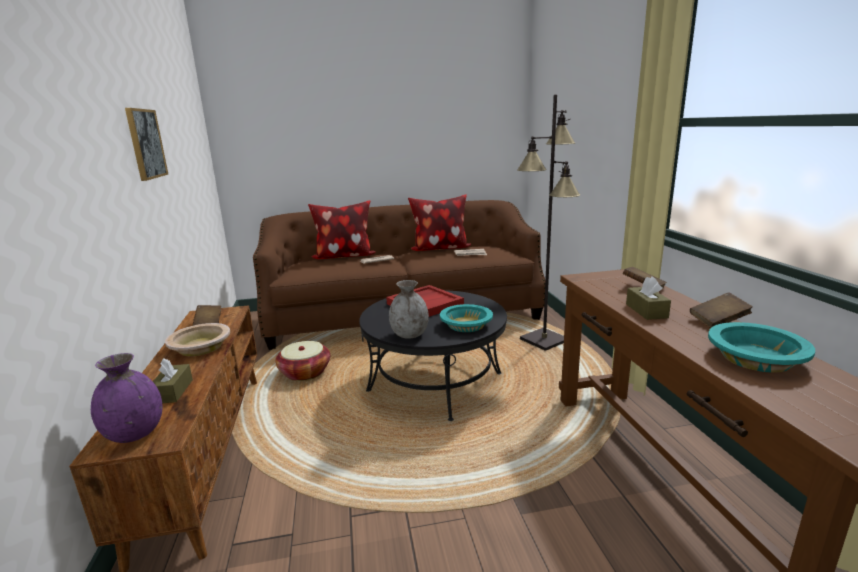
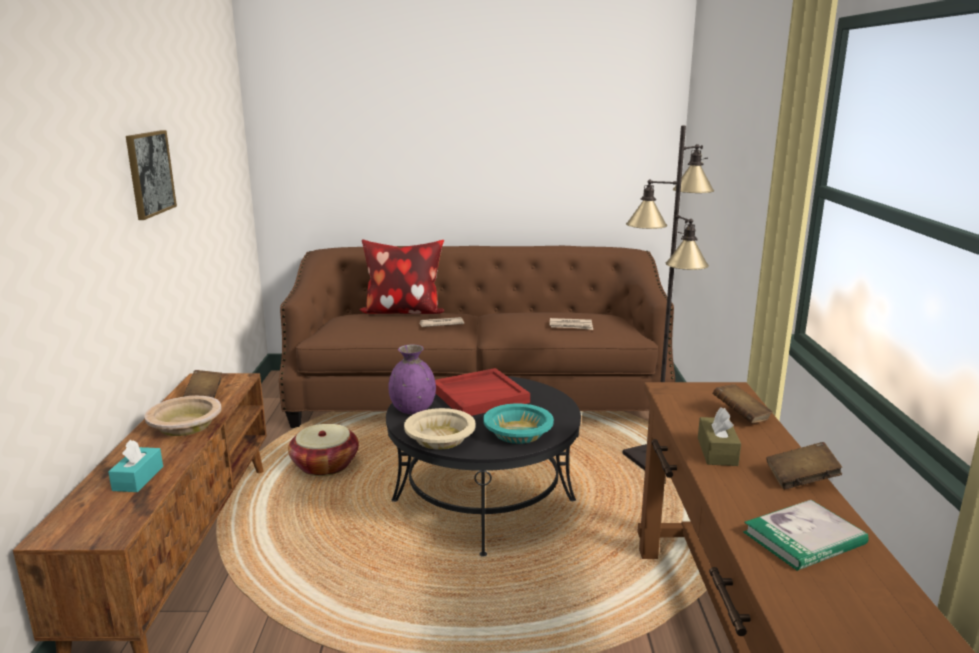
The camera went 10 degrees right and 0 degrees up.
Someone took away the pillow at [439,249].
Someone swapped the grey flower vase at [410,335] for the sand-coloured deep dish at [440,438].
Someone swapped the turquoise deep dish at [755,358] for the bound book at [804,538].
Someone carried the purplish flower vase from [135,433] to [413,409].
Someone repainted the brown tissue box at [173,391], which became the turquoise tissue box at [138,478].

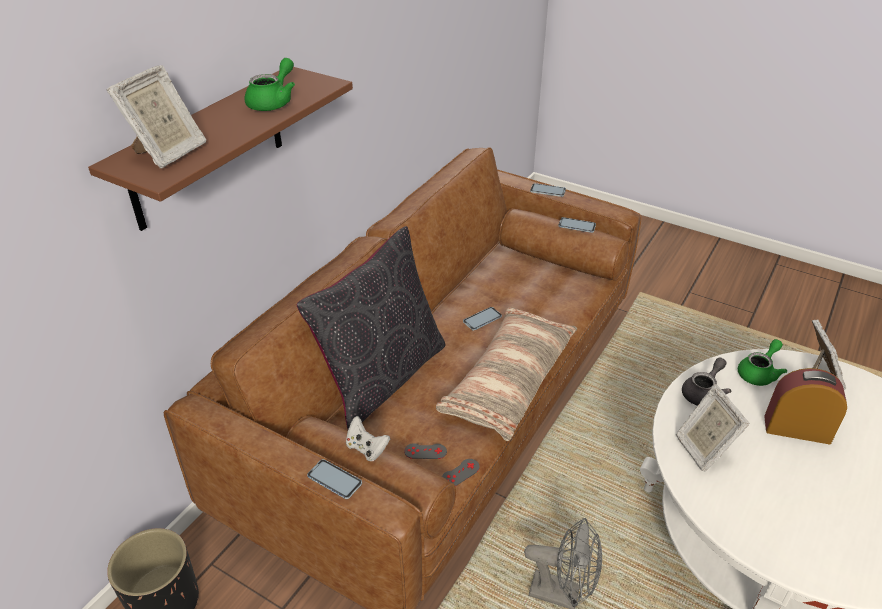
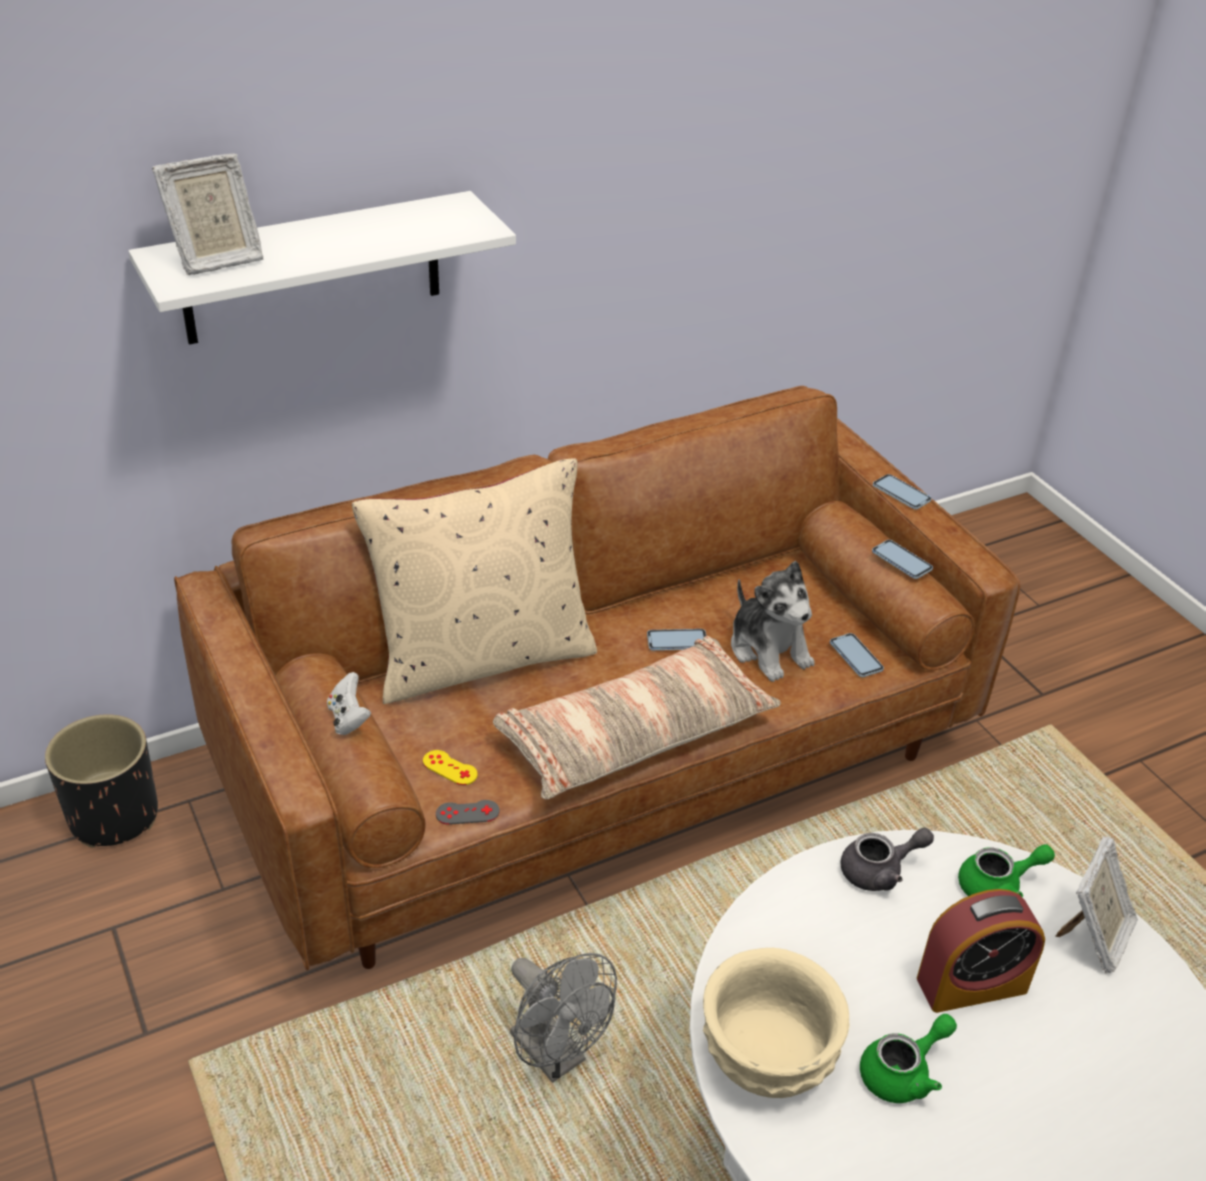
The camera went 30 degrees right and 0 degrees up.
Someone carried the green tea pot from [273,102] to [903,1073].
Someone repainted the brown shelf at [208,148], which became the white-coloured shelf at [312,268].
Someone repainted the black pillow at [382,376], which became the sand-coloured pillow at [482,657].
Someone rotated the bedside clock at [797,429] by 120 degrees clockwise.
Someone took away the photo frame at [702,449].
Someone repainted the grey game controller at [425,451], which became the yellowish game controller at [450,768].
Someone carried the telephone from [334,480] to [856,656].
Someone put down the cuddly toy at [769,649].
Someone put down the sand-coloured deep dish at [767,1052].

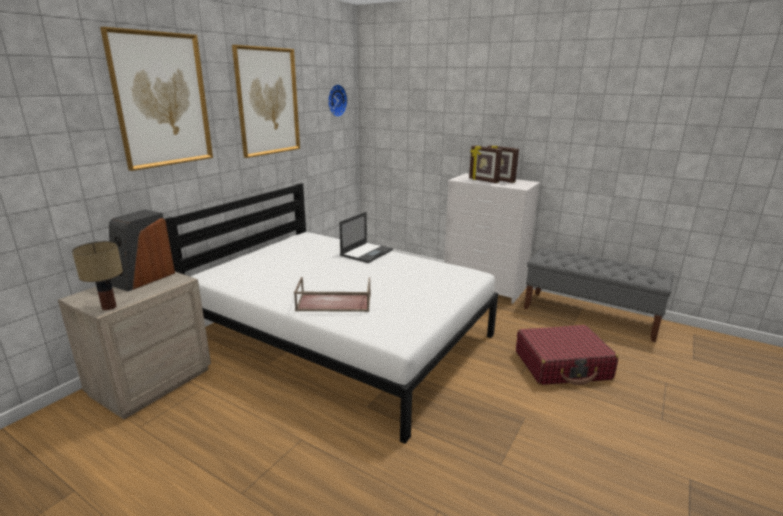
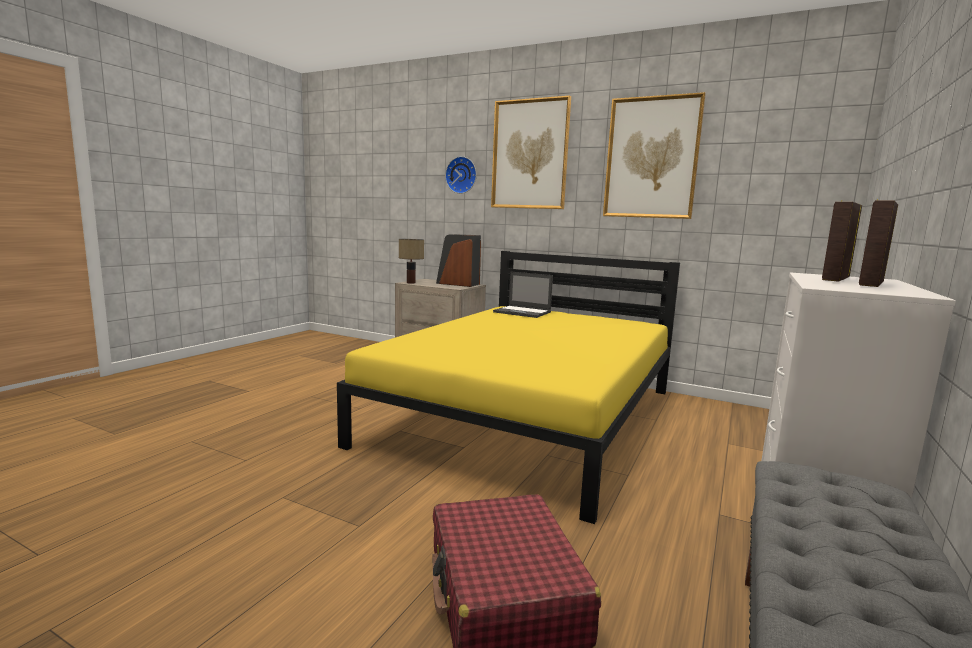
The camera went 85 degrees right and 10 degrees down.
Someone carried the clock on the wall from [335,100] to [462,175].
Someone repainted the white-coloured bedroom bed at [342,337], which became the yellowish bedroom bed at [529,416].
Someone carried the laptop from [367,252] to [523,312].
Someone took away the brown serving tray at [333,303].

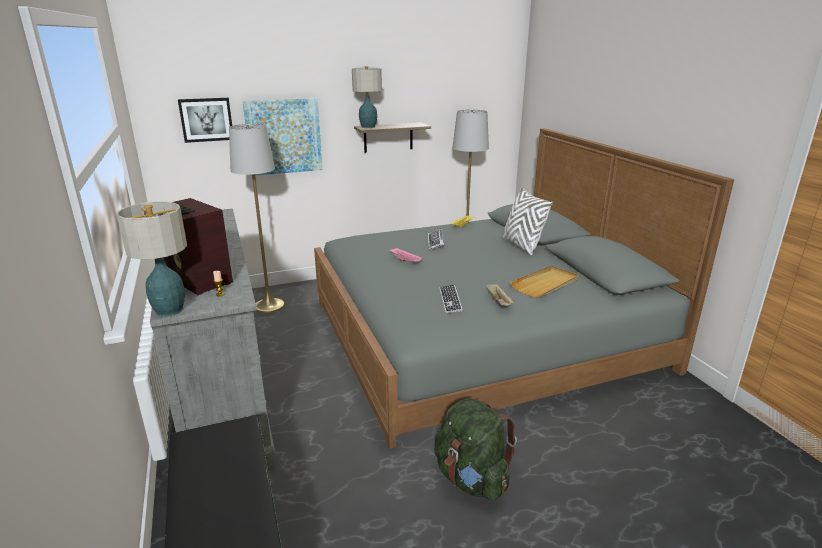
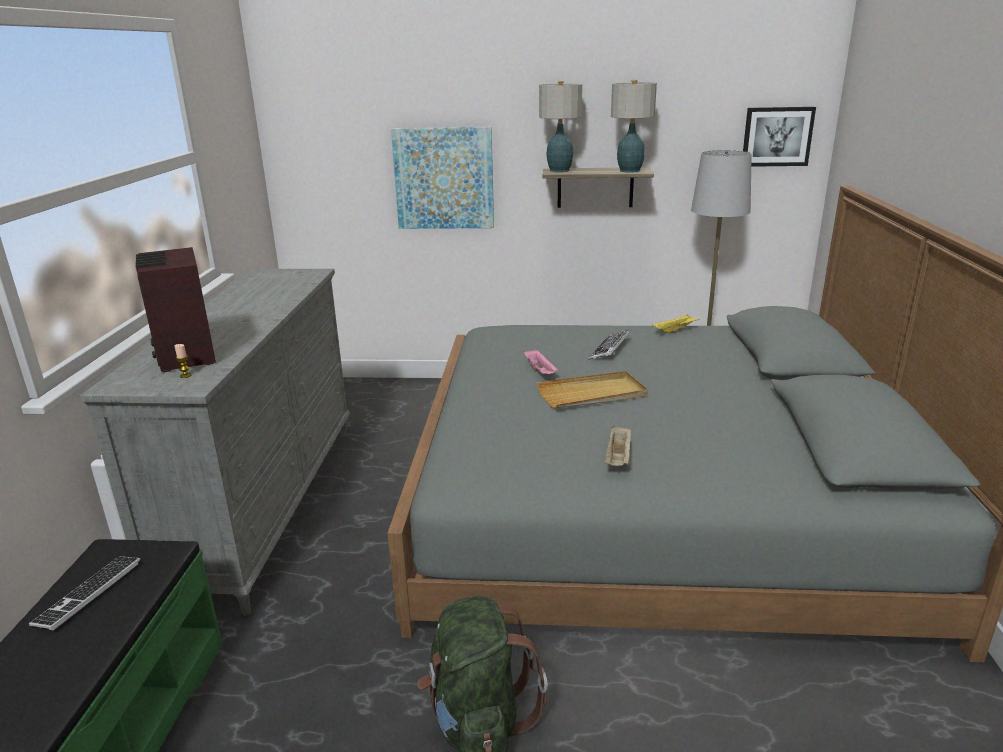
The camera went 25 degrees right and 0 degrees up.
Someone carried the wall picture from [206,119] to [777,136].
Someone took away the grey standard lamp at [269,305].
Someone took away the white-coloured pillow at [522,245].
Someone carried the table lamp from [168,310] to [629,170].
Someone carried the sand-coloured serving tray from [545,284] to [592,394].
Someone carried the computer keyboard from [450,300] to [88,593].

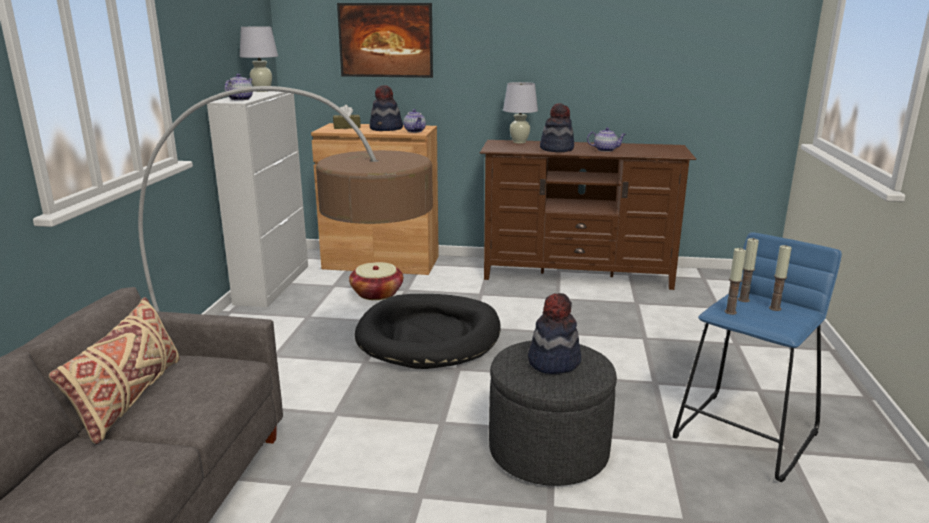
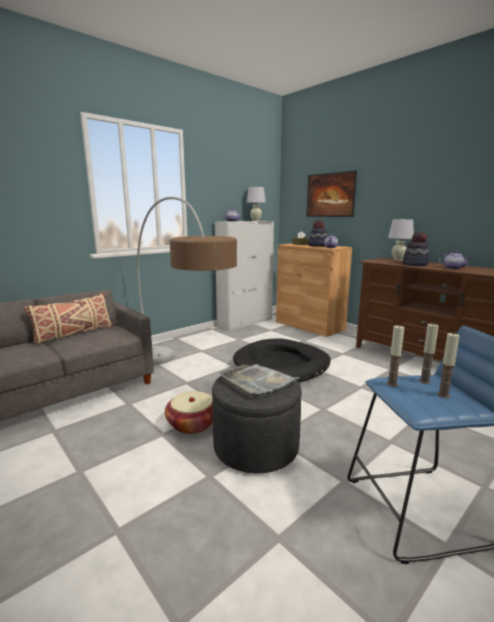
The camera went 40 degrees right and 5 degrees down.
Someone carried the household basket from [377,293] to [192,424].
Someone swapped the clothing hat at [553,361] for the grey serving tray at [258,381].

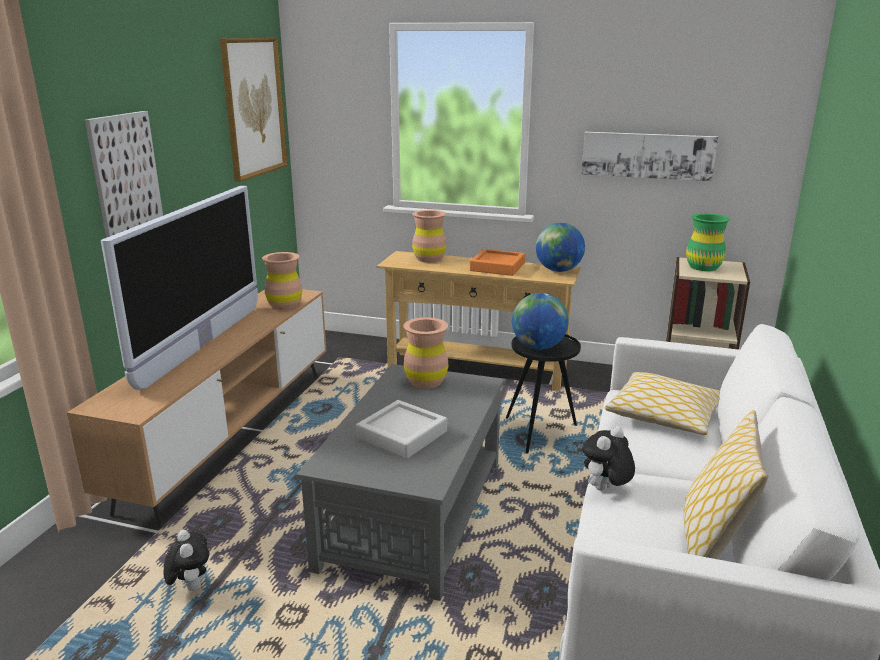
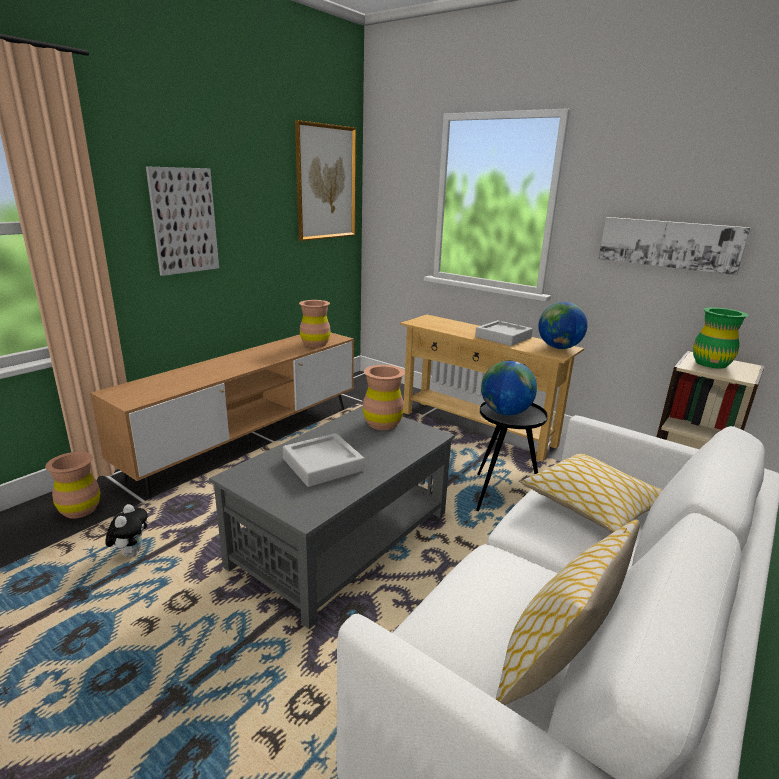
The camera went 20 degrees right and 0 degrees up.
Someone took away the television at [202,345].
Someone carried the brown flower vase from [429,259] to [80,510].
Someone repainted the orange serving tray at [497,267], which became the grey serving tray at [503,337].
Someone took away the cuddly toy at [605,490].

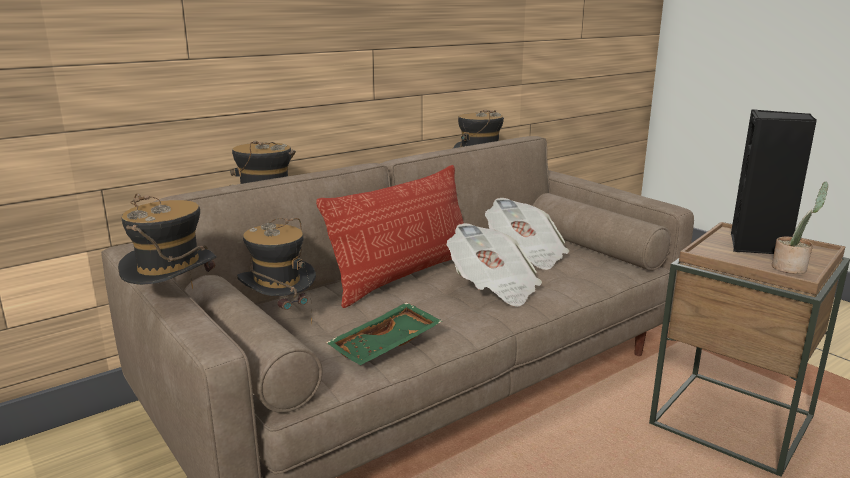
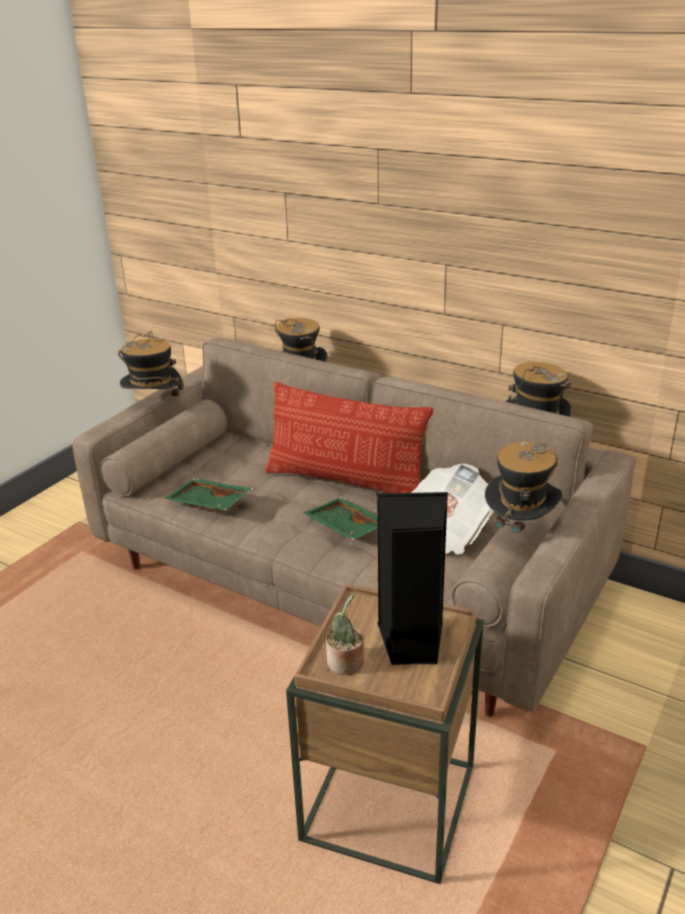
The camera went 70 degrees right and 10 degrees up.
Someone carried the clothing hat from [280,316] to [519,531].
Someone swapped the daily paper at [493,287] for the green serving tray at [345,528].

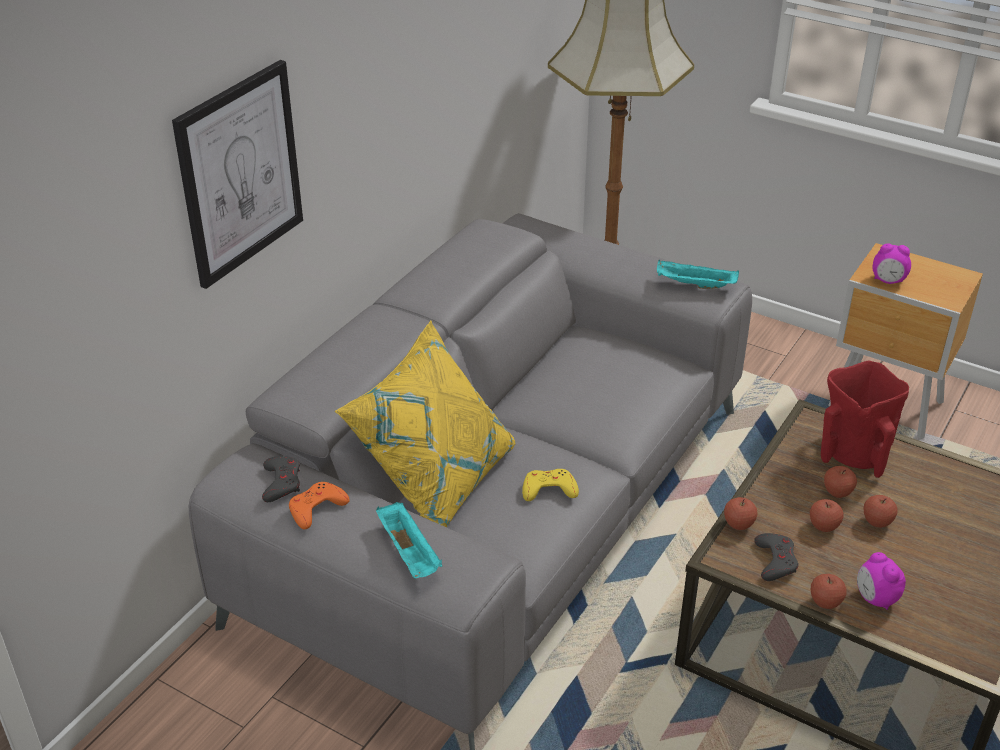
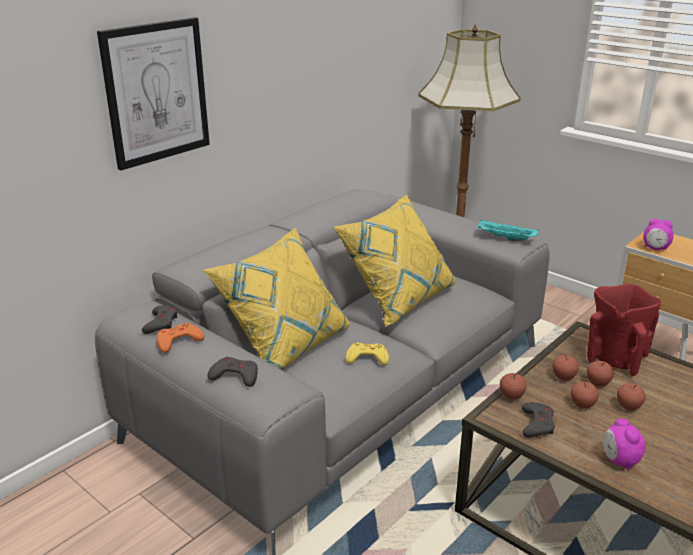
The camera went 10 degrees right and 10 degrees down.
Someone swapped the turquoise serving tray at [410,553] for the grey game controller at [235,376].
Someone carried the apple fruit from [825,602] to [563,377].
Someone put down the yellowish pillow at [398,298].

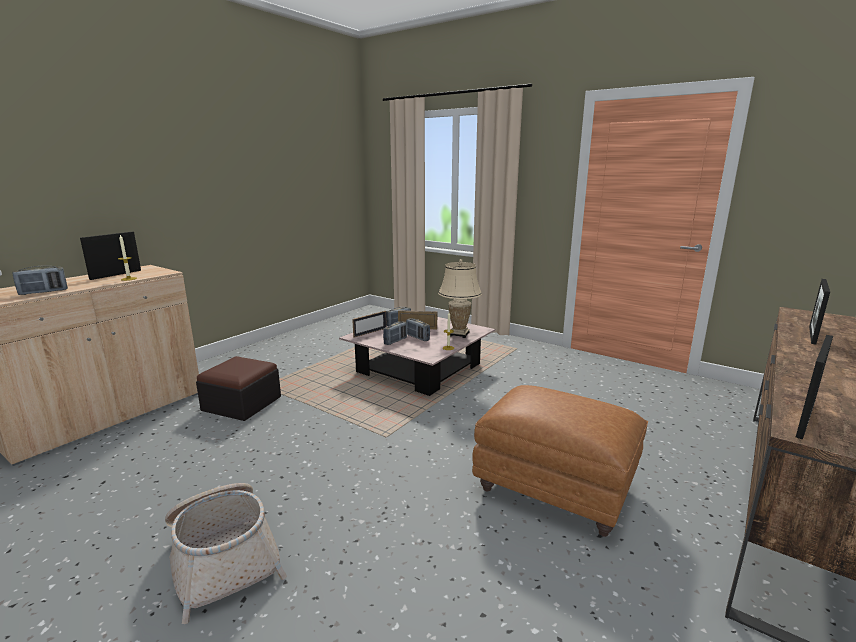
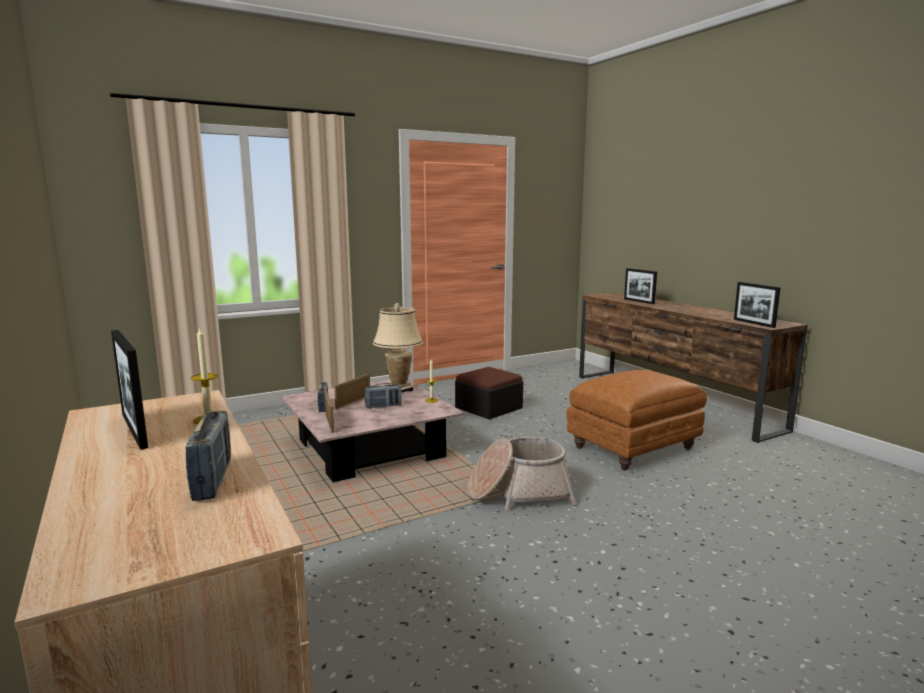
The camera went 65 degrees left and 5 degrees down.
Someone took away the radio at [395,341].
Someone carried the pouffe from [242,403] to [488,408].
Someone carried the household basket from [224,556] to [519,492].

